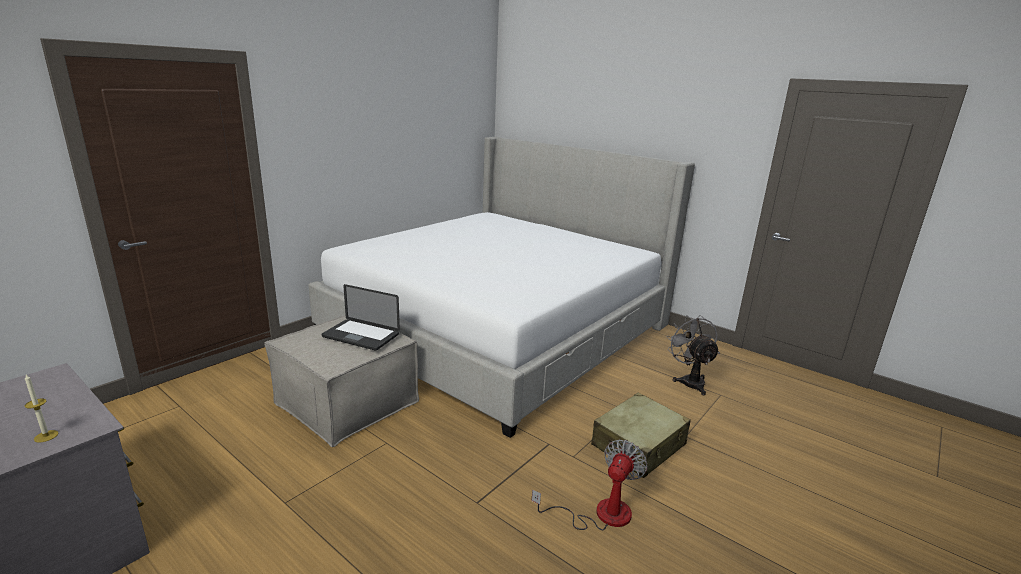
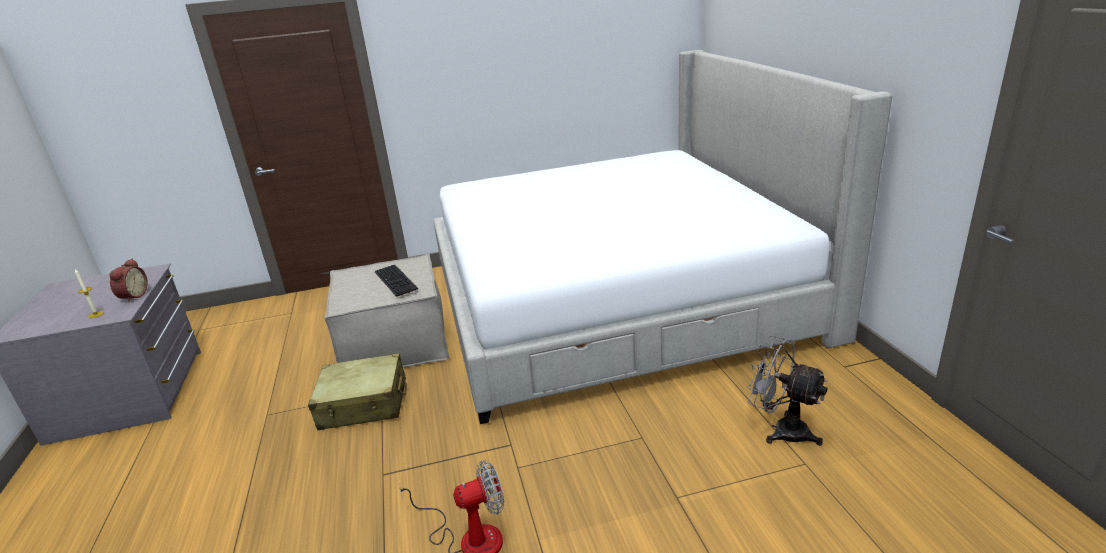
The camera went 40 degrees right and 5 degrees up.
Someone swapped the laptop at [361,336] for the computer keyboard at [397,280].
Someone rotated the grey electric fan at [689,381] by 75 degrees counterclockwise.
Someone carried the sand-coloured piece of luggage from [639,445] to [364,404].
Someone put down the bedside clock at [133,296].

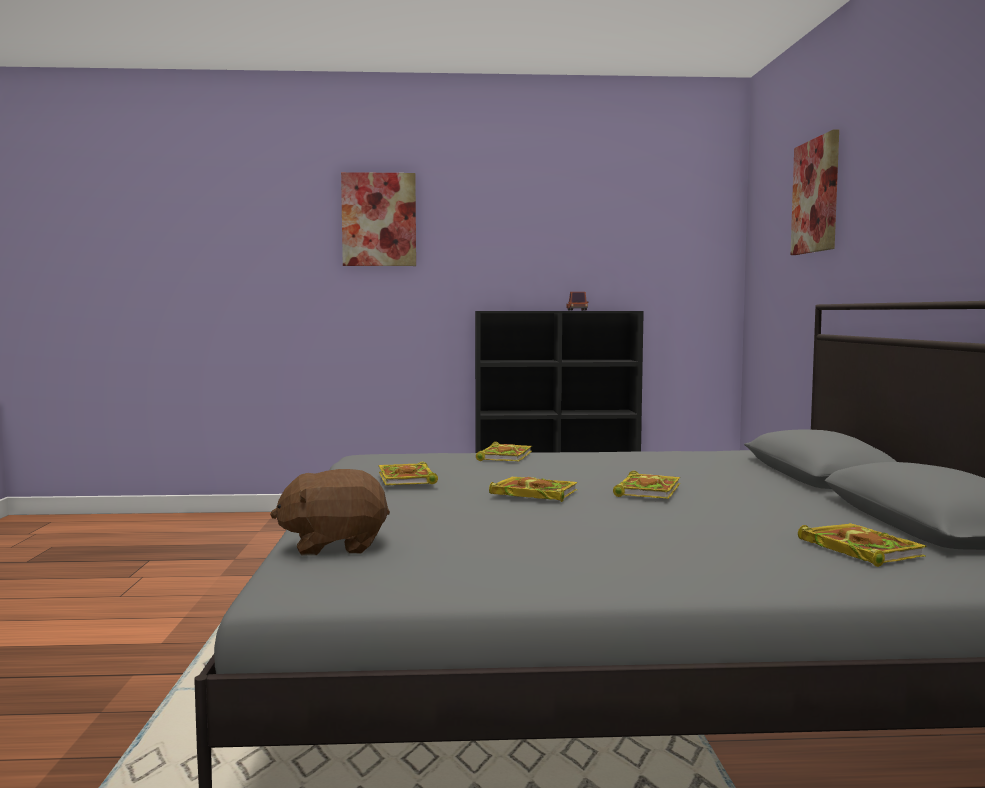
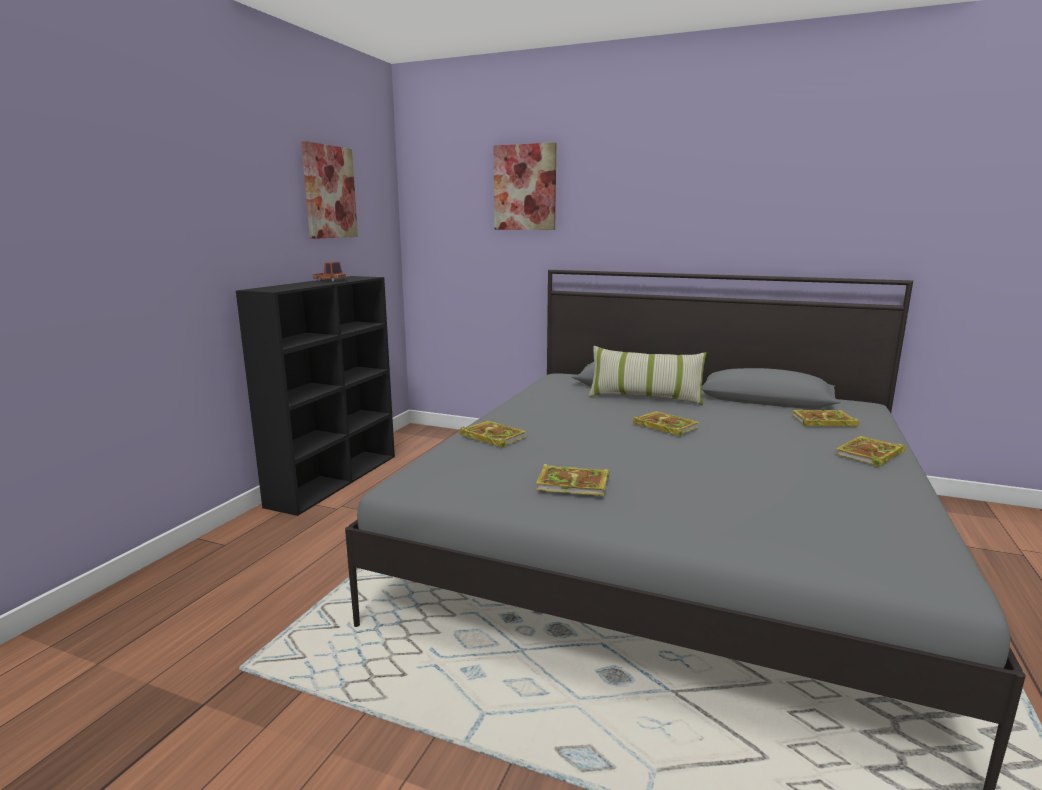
The camera went 65 degrees left and 10 degrees up.
Someone carried the wall picture from [379,220] to [329,192].
Someone took away the brown cuddly toy at [334,546].
Someone carried the bound book from [532,493] to [869,455].
Someone put down the pillow at [645,398].

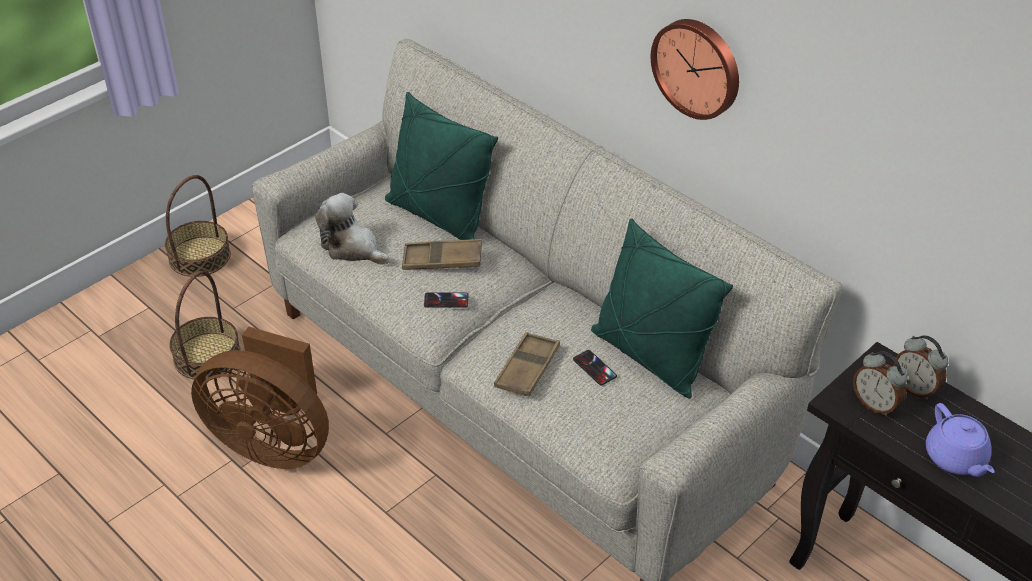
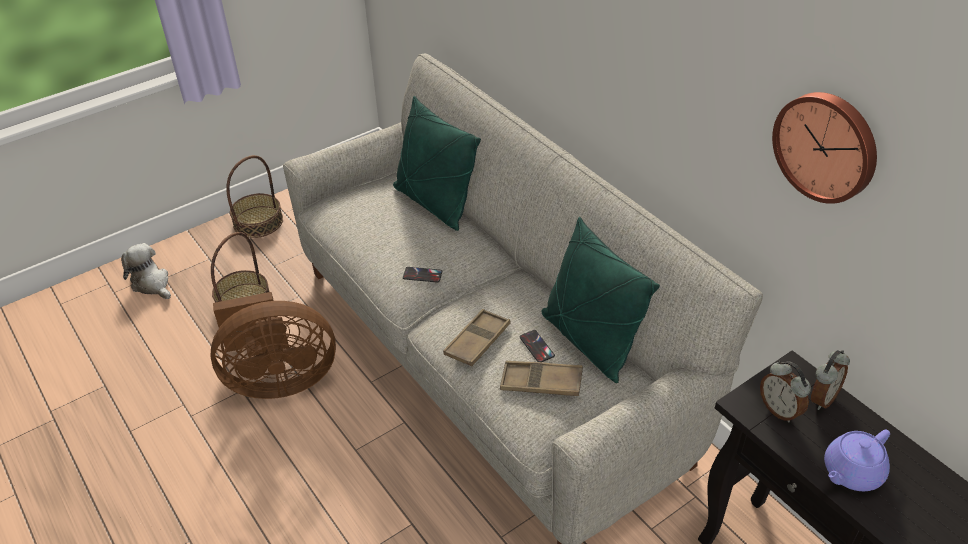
The camera went 10 degrees right and 0 degrees up.
Someone carried the clock on the wall from [698,67] to [827,146].
Someone carried the cuddly toy from [352,248] to [152,284].
Someone carried the brown serving tray from [442,260] to [541,382].
Someone rotated the brown electric fan at [274,443] by 45 degrees counterclockwise.
Someone rotated the bedside clock at [915,388] by 105 degrees counterclockwise.
Someone rotated the purplish tea pot at [956,458] by 60 degrees clockwise.

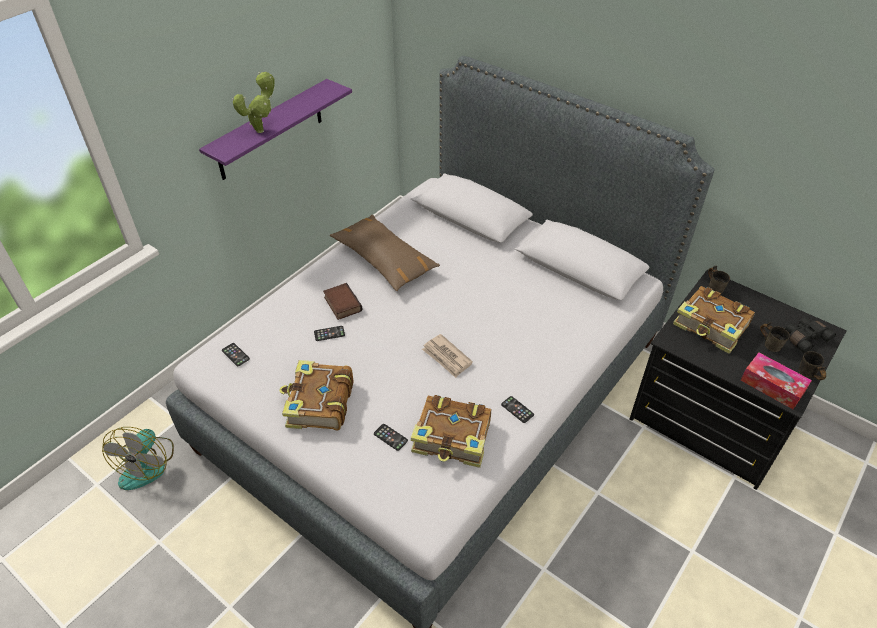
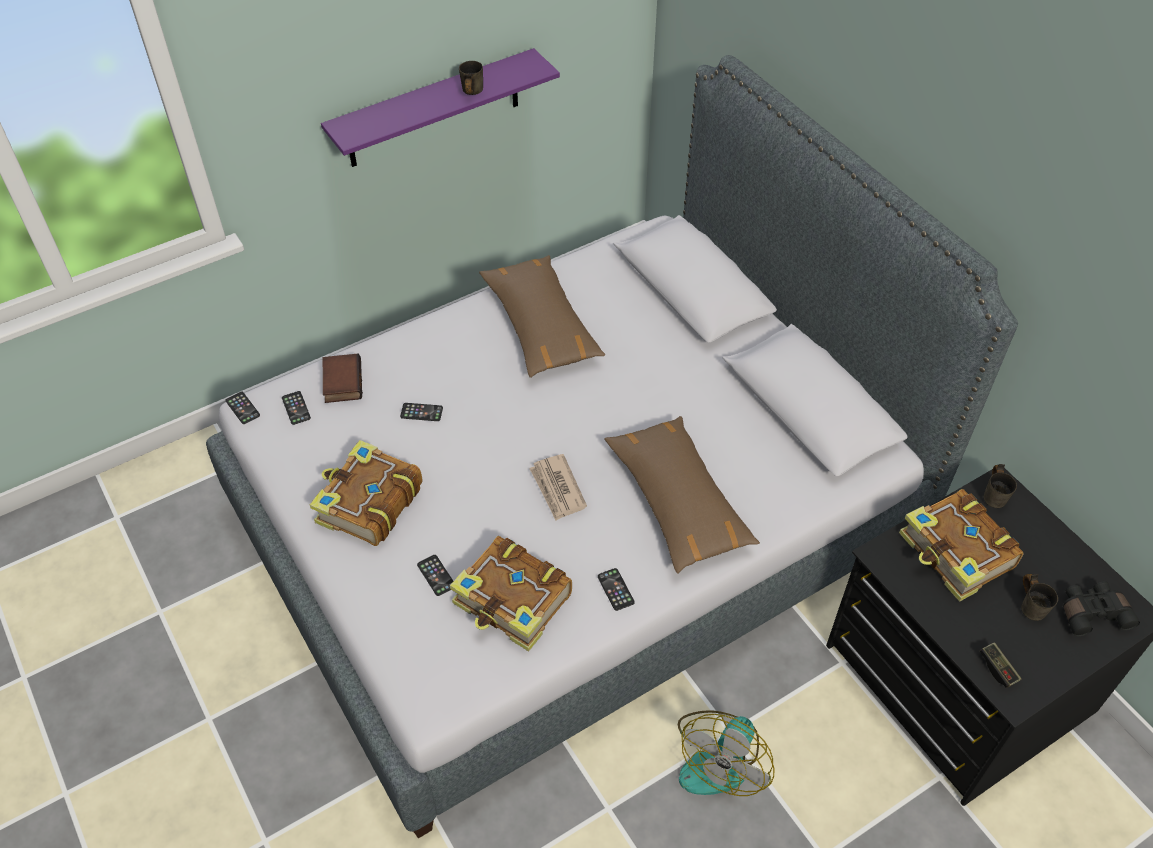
The camera went 20 degrees right and 5 degrees up.
Someone took away the plant in a pot at [262,129].
Someone carried the bound book from [341,304] to [341,381].
Someone carried the grey mug from [807,376] to [469,93].
Someone swapped the tissue box at [772,386] for the game controller at [998,668].
Someone carried the electric fan from [148,464] to [720,758].
Someone put down the telephone at [242,408].
Someone put down the brown pillow at [678,501].

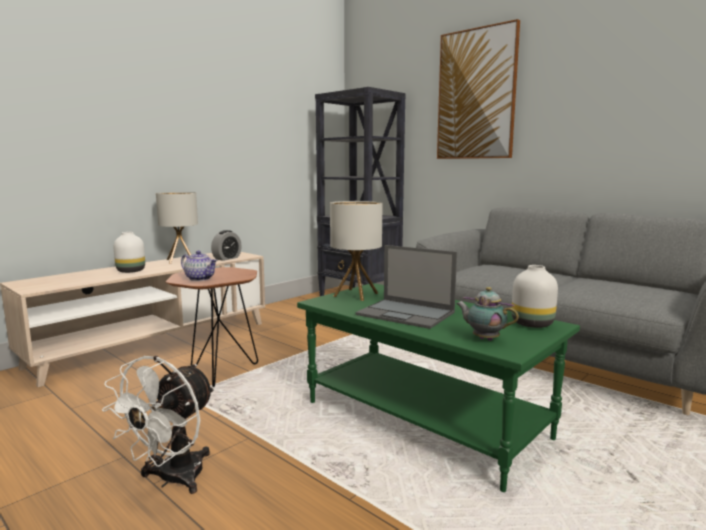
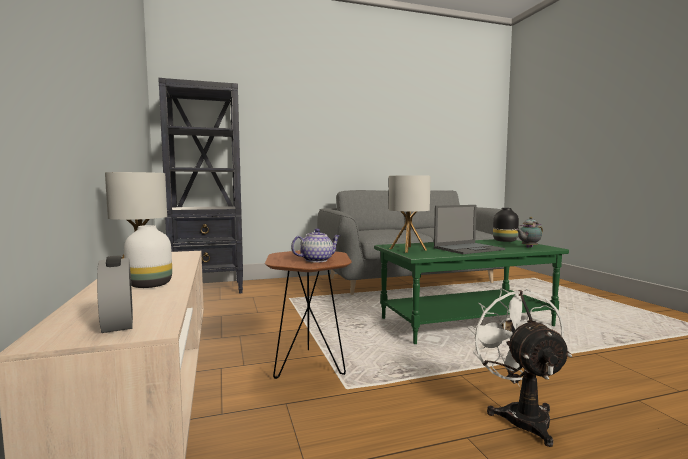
The camera went 60 degrees left and 5 degrees down.
Someone took away the wall picture at [476,95].
Someone carried the bedside clock from [227,258] to [118,323].
Someone repainted the white-coloured flower vase at [531,324], which became the black flower vase at [505,241].
Someone rotated the white-coloured electric fan at [172,480] by 150 degrees counterclockwise.

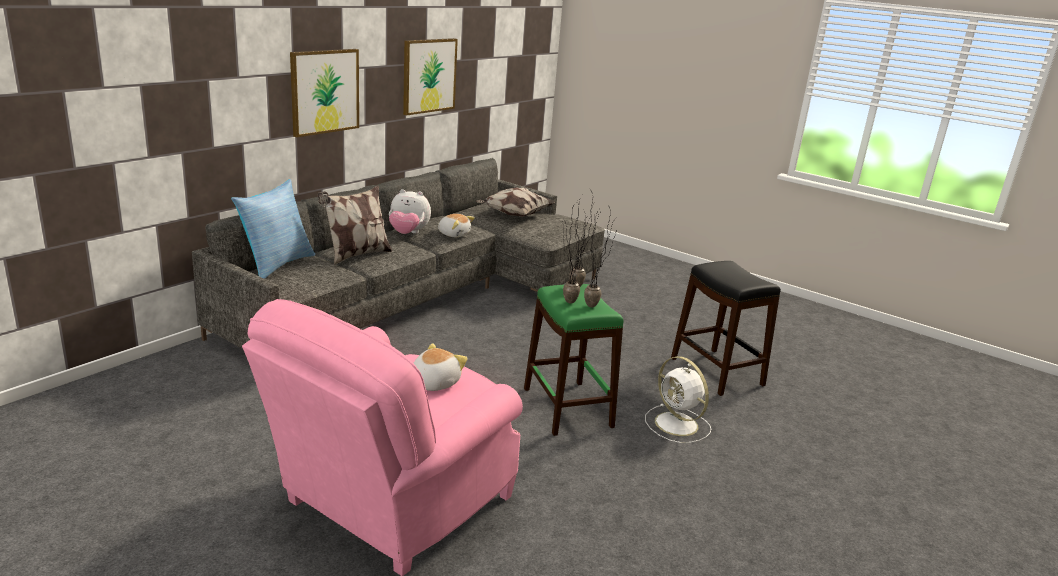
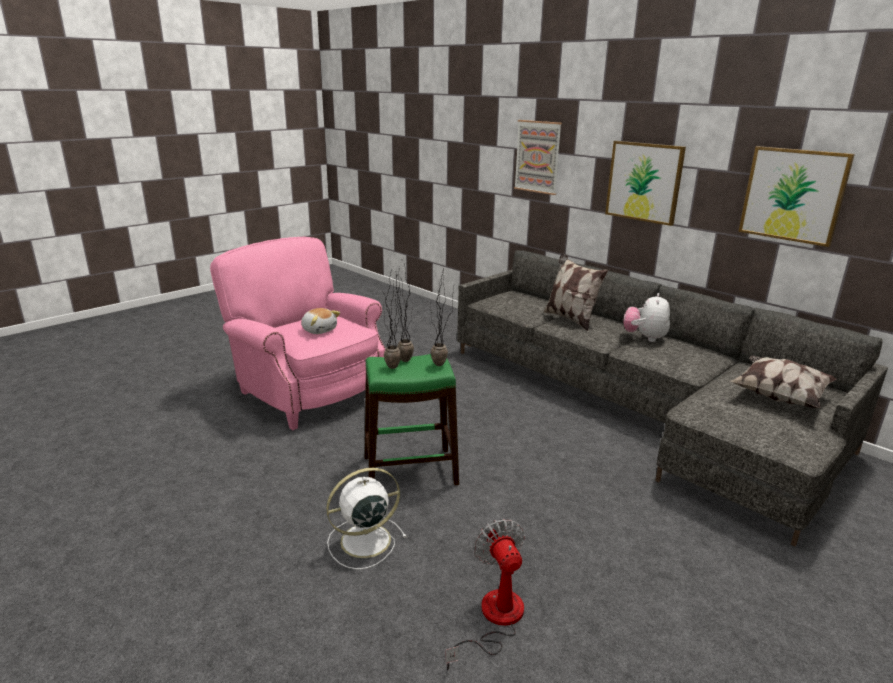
The camera went 100 degrees right and 0 degrees up.
Someone took away the pillow at [276,265].
Someone took away the cuddly toy at [454,234].
Someone swapped the black sitting stool at [717,371] for the electric fan at [494,619].
Someone put up the wall picture at [537,157].

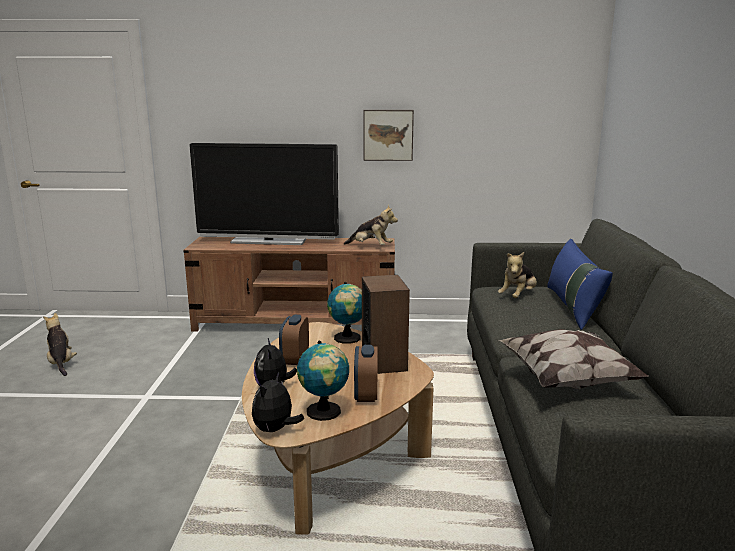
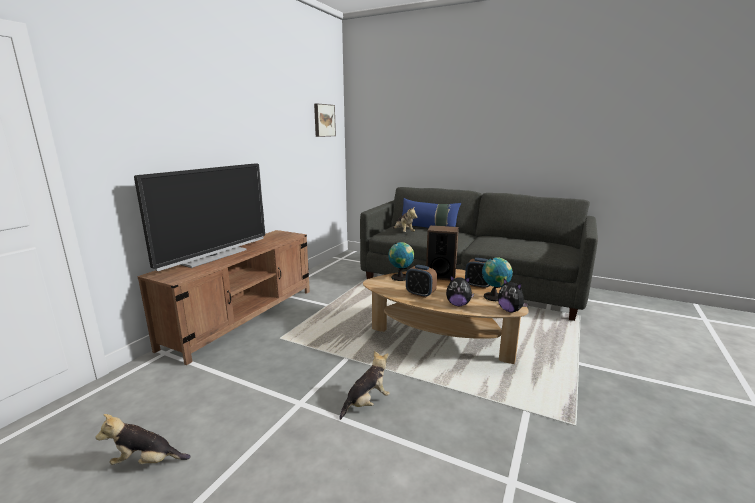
The camera went 65 degrees left and 0 degrees up.
Someone carried the wall picture from [388,135] to [323,120].
Someone carried the cuddly toy from [371,247] to [366,403].
Someone took away the pillow at [567,380].

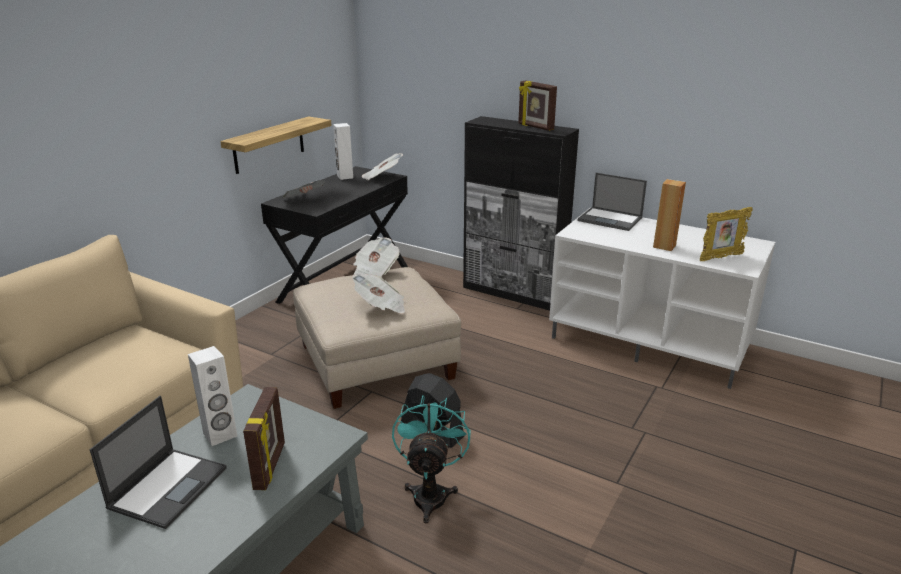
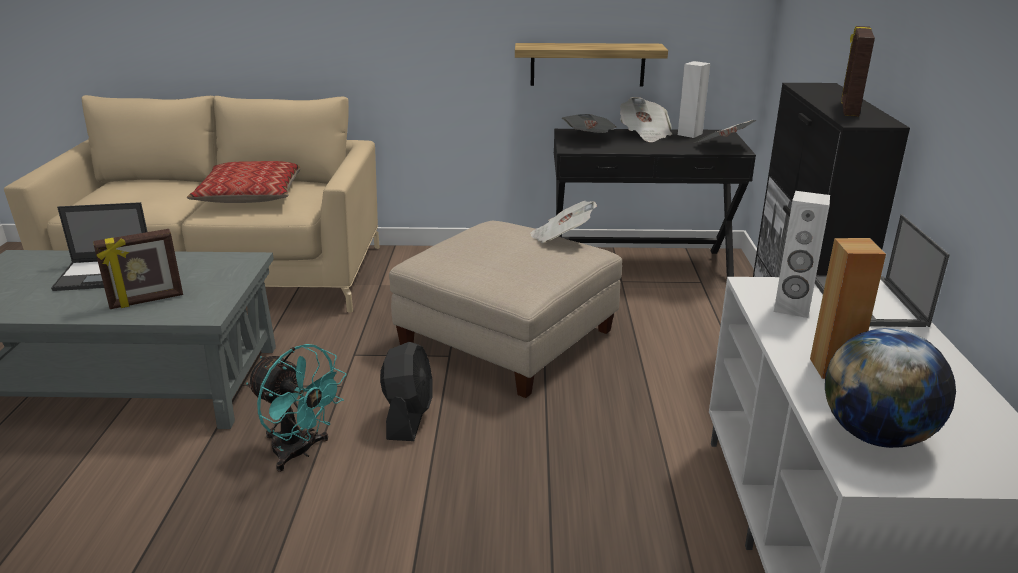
The camera went 60 degrees right and 0 degrees up.
Someone swapped the photo frame at [720,257] for the world globe at [876,435].
Someone carried the daily paper from [381,306] to [644,134].
Someone carried the white-coloured audio speaker from [220,435] to [792,308].
Someone rotated the turquoise electric fan at [430,493] by 60 degrees clockwise.
Someone put down the pillow at [251,194].

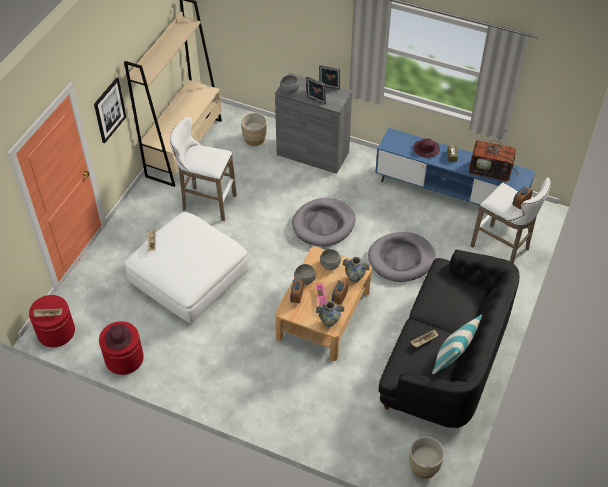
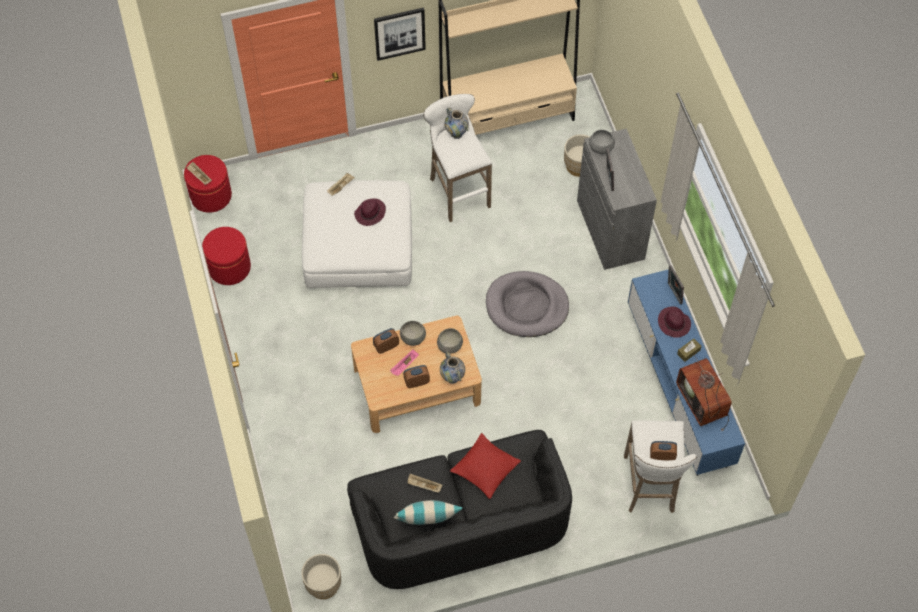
The camera went 50 degrees right and 10 degrees up.
Someone carried the photo frame from [329,88] to [673,294].
Someone took away the grey dog bed at [401,259].
Someone carried the flower vase from [329,322] to [456,134].
Someone carried the purplish clothing hat from [118,338] to [370,214].
Someone put down the red-coloured pillow at [485,469].

